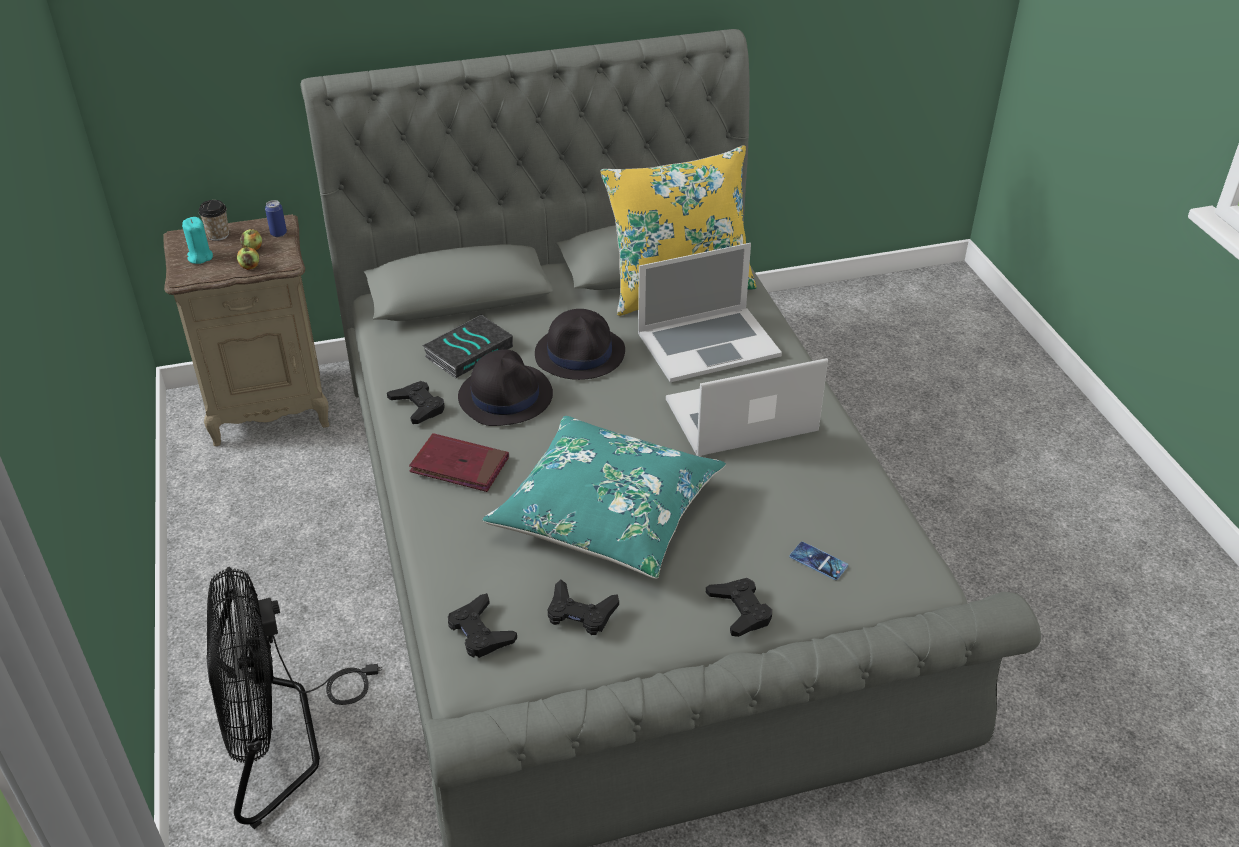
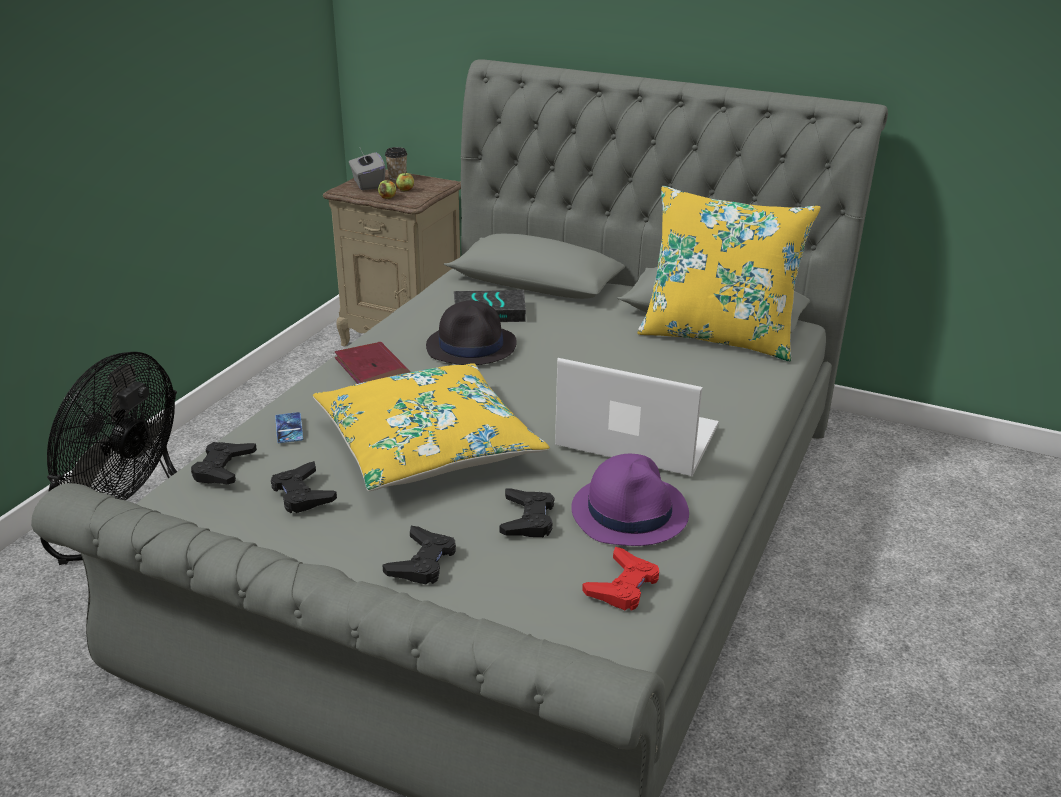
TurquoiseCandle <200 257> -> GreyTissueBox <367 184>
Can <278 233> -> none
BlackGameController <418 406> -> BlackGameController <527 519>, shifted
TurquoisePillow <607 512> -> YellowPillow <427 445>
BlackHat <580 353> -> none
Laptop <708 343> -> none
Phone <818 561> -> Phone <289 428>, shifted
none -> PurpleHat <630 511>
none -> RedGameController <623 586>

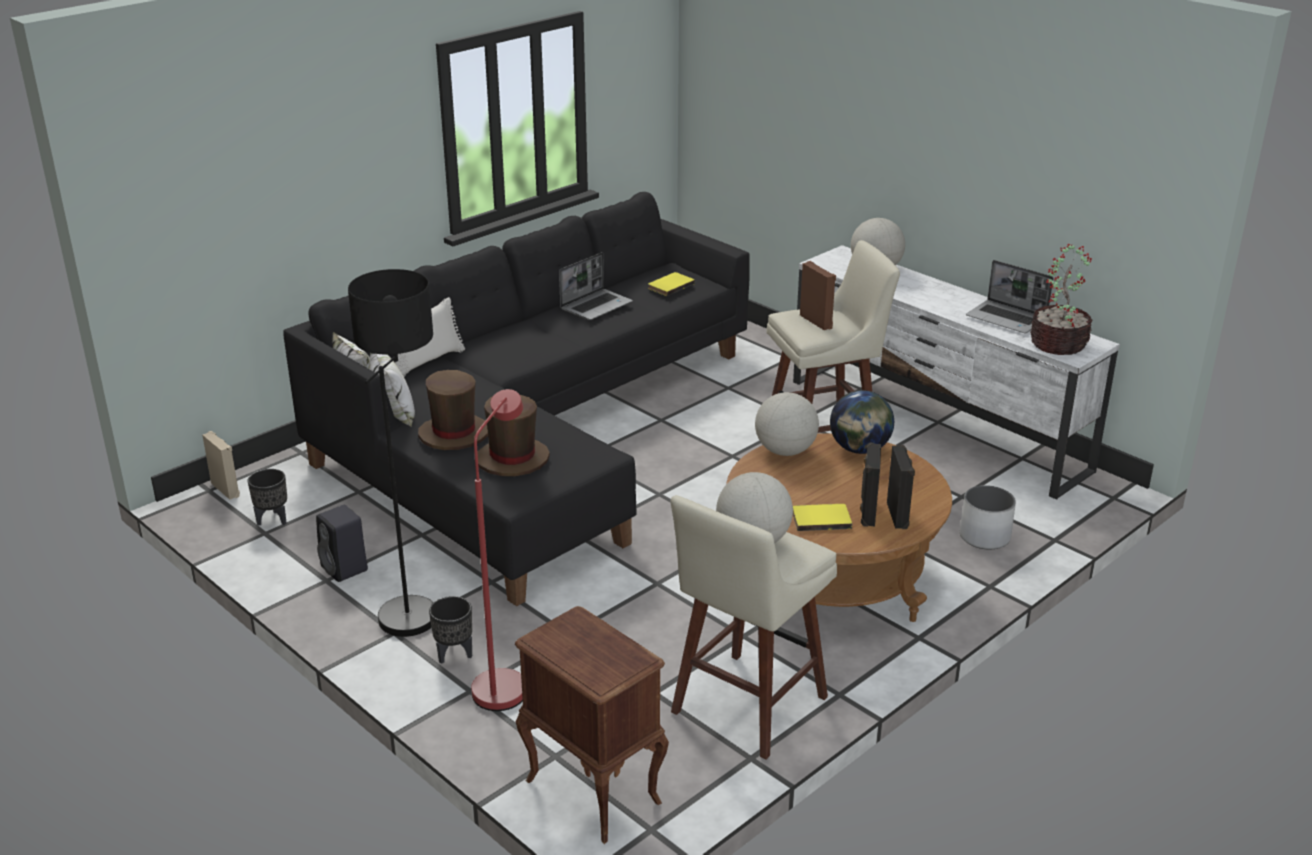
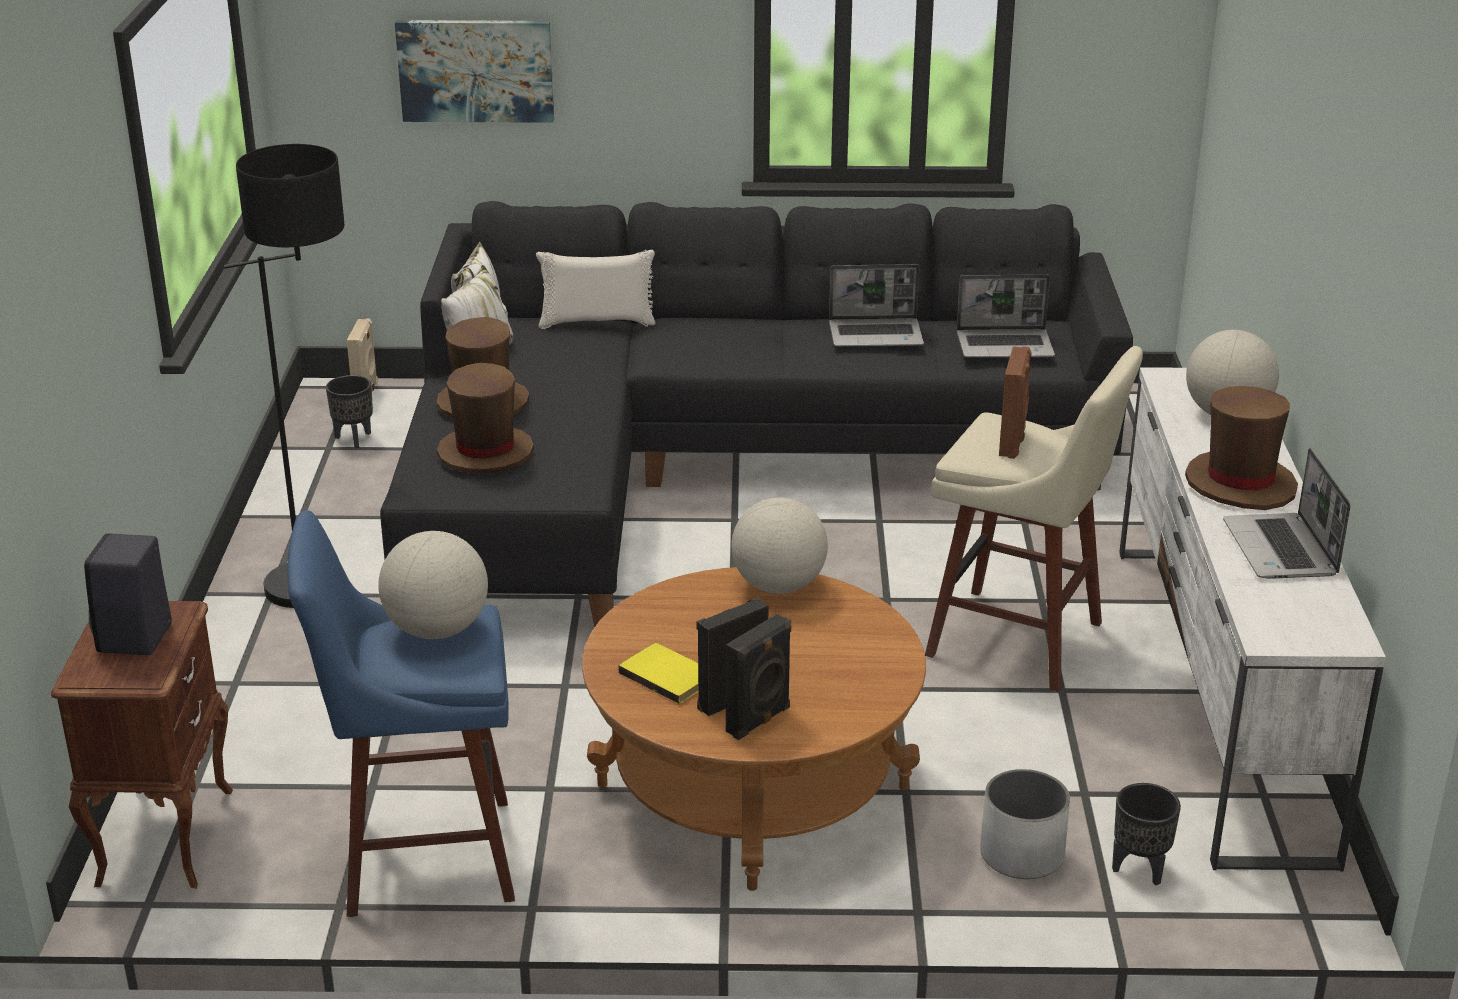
BlackSpeaker <345 569> -> BlackSpeaker <134 639>, shifted
BlackPlanter <455 654> -> BlackPlanter <1140 870>, shifted
RedFloorLamp <505 683> -> none
YellowBook <670 285> -> Laptop <1006 345>
BeigeStool <746 707> -> BlueStool <423 857>
Globe <859 449> -> none
PottedPlant <1058 343> -> none
none -> Picture <476 70>
none -> BrownHat <1240 484>

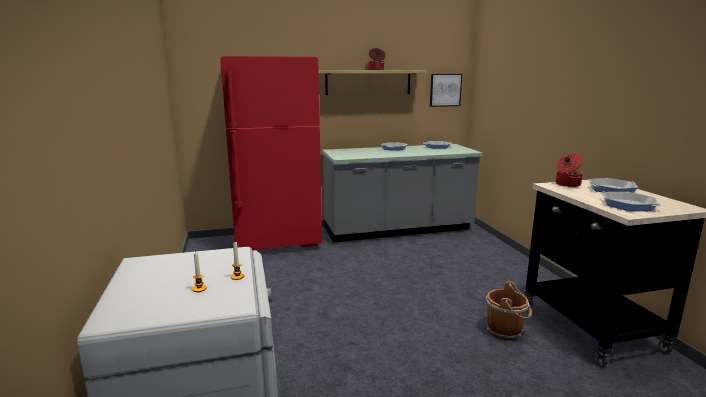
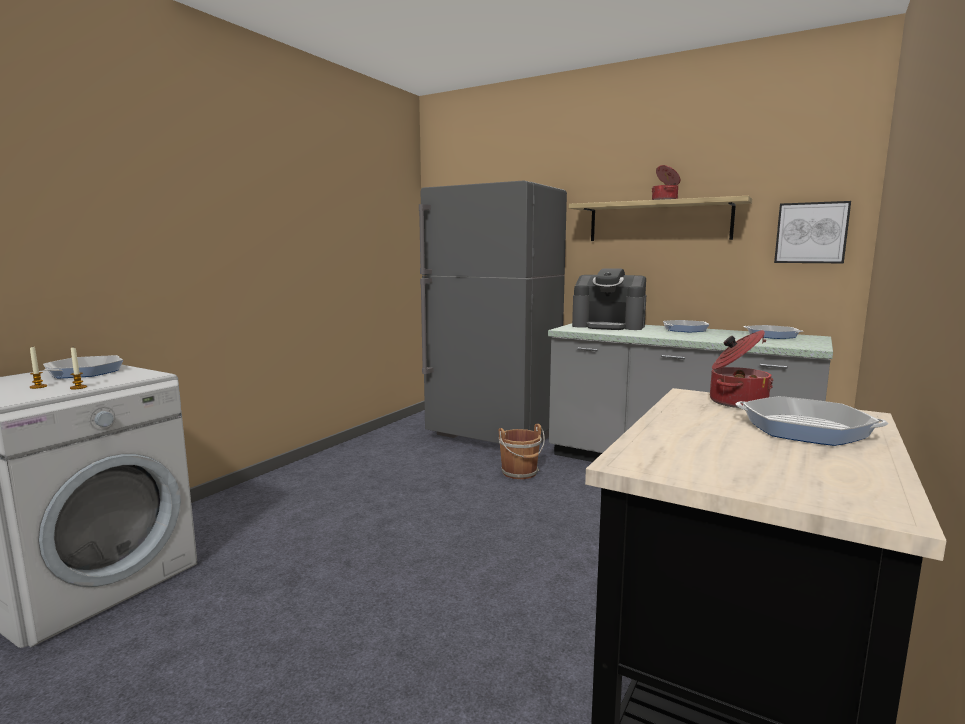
RedFridge <277 242> -> GreyFridge <493 436>
BrownBucket <506 331> -> BrownBucket <520 473>, shifted
FryingPan <628 205> -> FryingPan <85 372>, shifted
none -> CoffeeMachine <609 326>

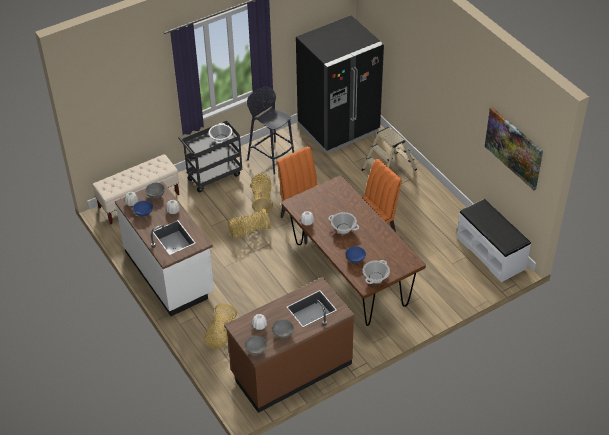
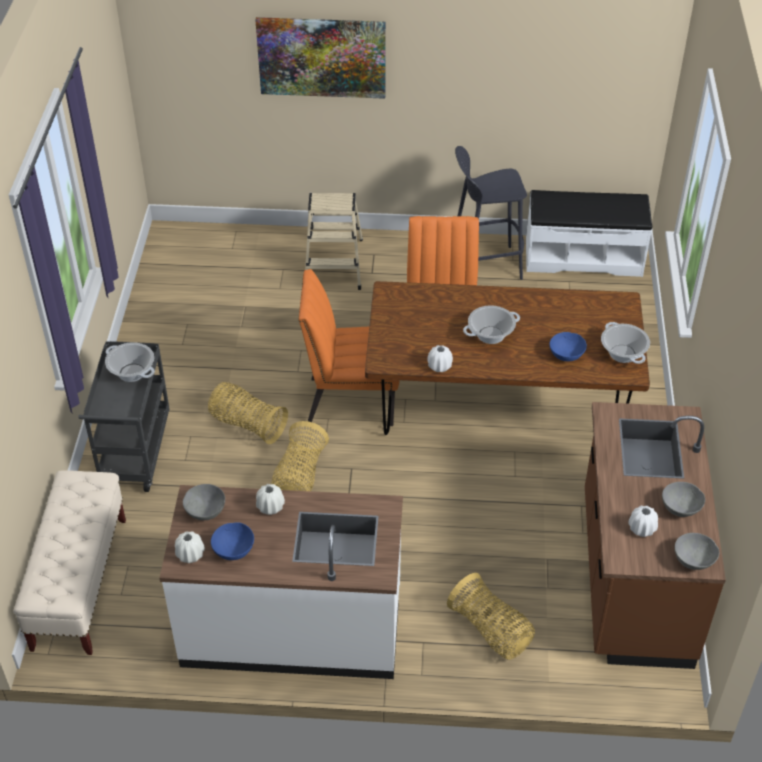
GreyStool <272 158> -> GreyStool <484 266>, shifted
BlackFridge <338 128> -> none
Picture <514 148> -> Picture <322 57>, shifted

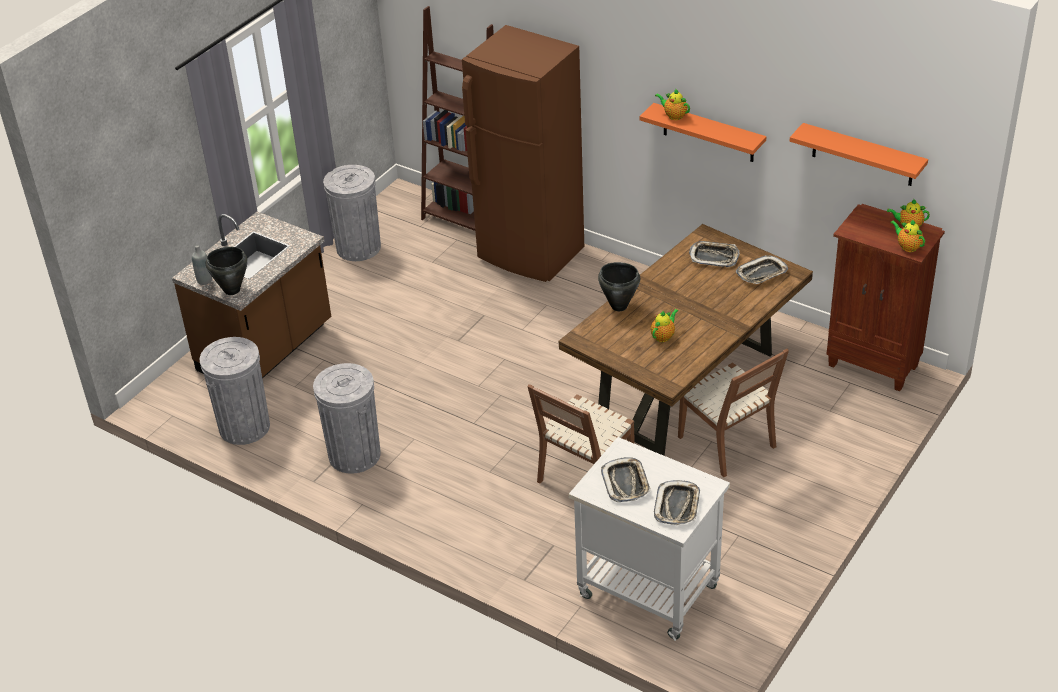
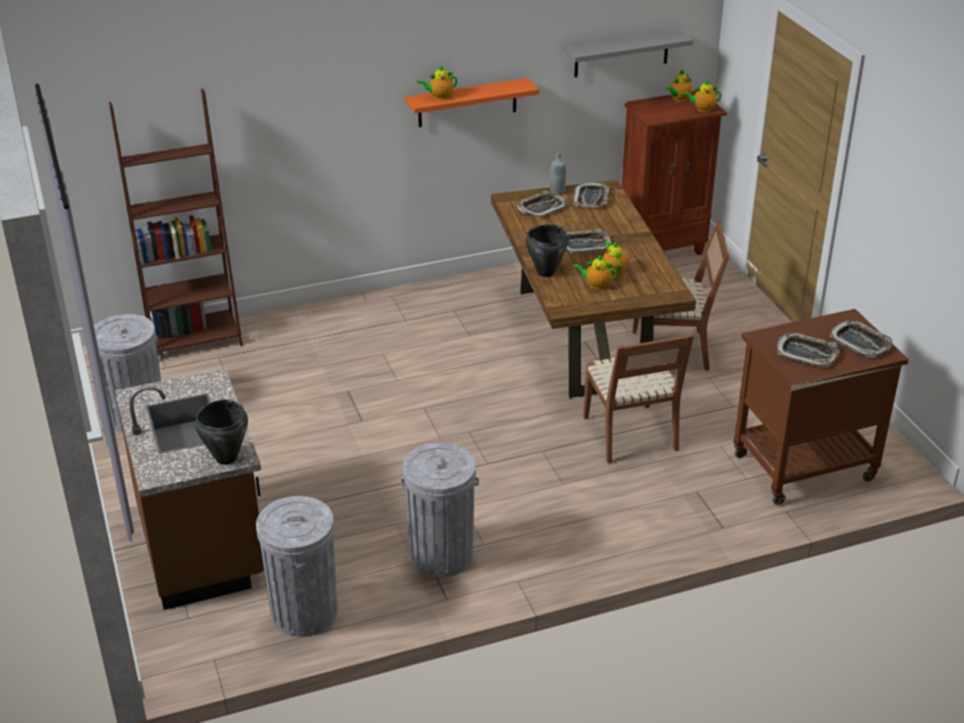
GreyBottle <204 280> -> GreyBottle <557 191>, shifted
BrownFridge <530 254> -> none
WhiteCart <647 591> -> BrownCart <802 468>
OrangeShelf <862 155> -> GreyShelf <621 54>
none -> Tray <585 244>
none -> Teapot <596 285>

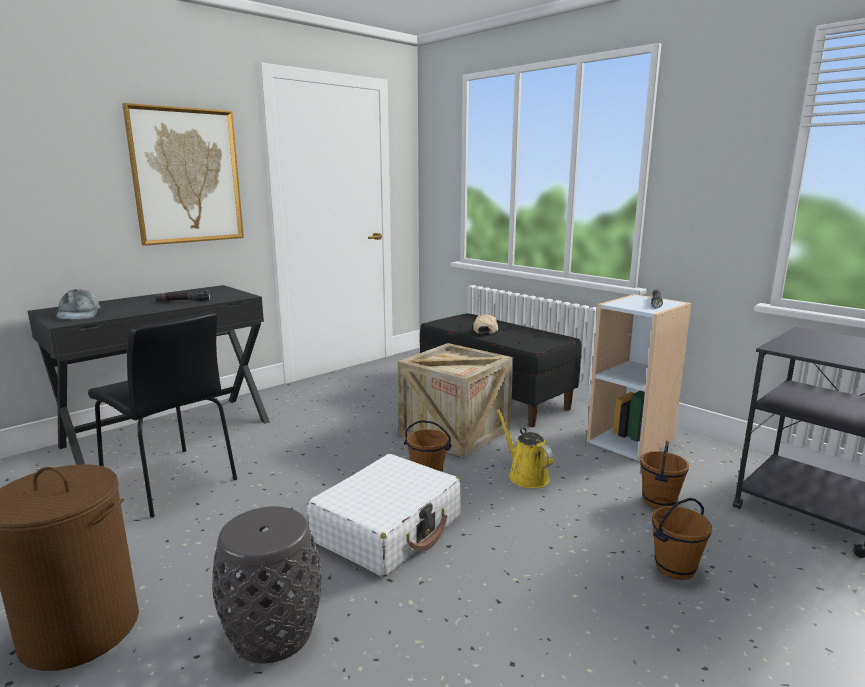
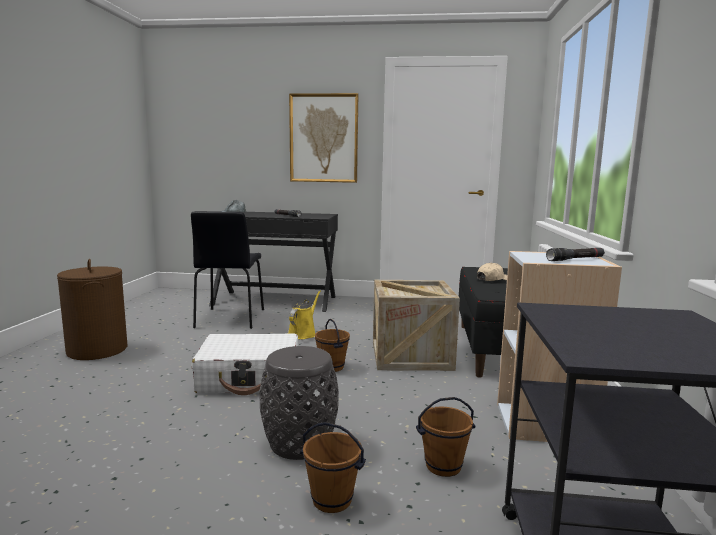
GreyStool <272 634> -> GreyStool <299 443>, shifted
YellowWateringCan <525 476> -> YellowWateringCan <303 333>, shifted

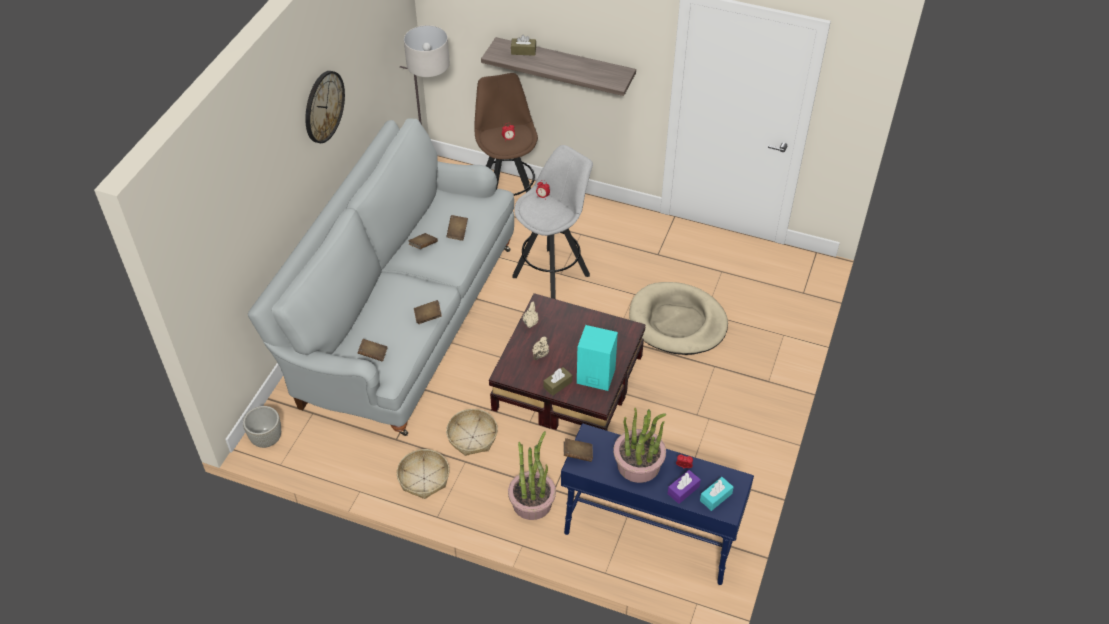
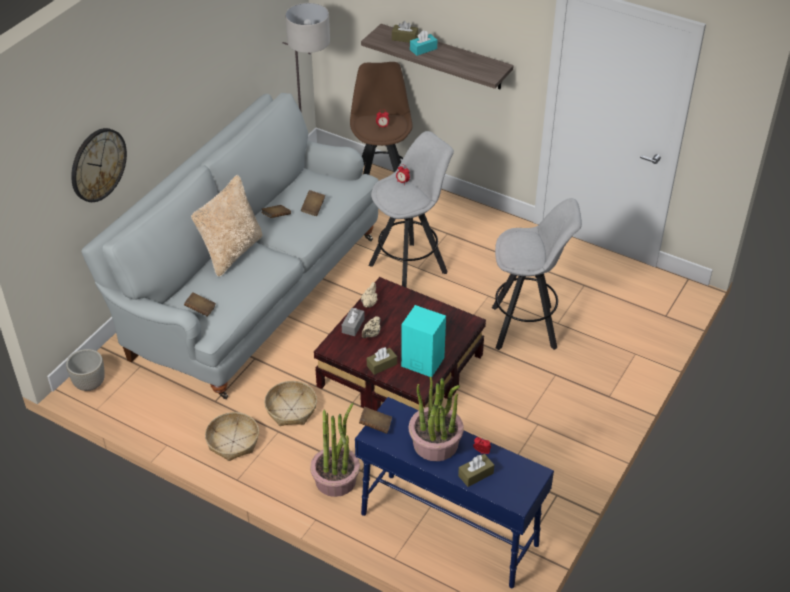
WallClock <323 106> -> WallClock <98 164>, shifted
BrownBook <428 316> -> none
BeigeDogBed <677 322> -> GreyStool <526 327>
PurpleTissueBox <683 490> -> BrownTissueBox <475 474>
TurquoiseTissueBox <716 497> -> TurquoiseTissueBox <423 49>, shifted
none -> BeigePillow <233 253>
none -> GreyTissueBox <353 326>

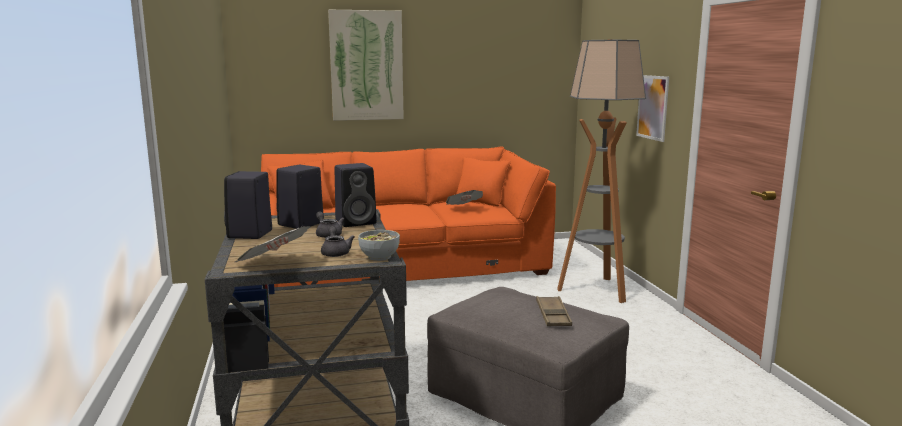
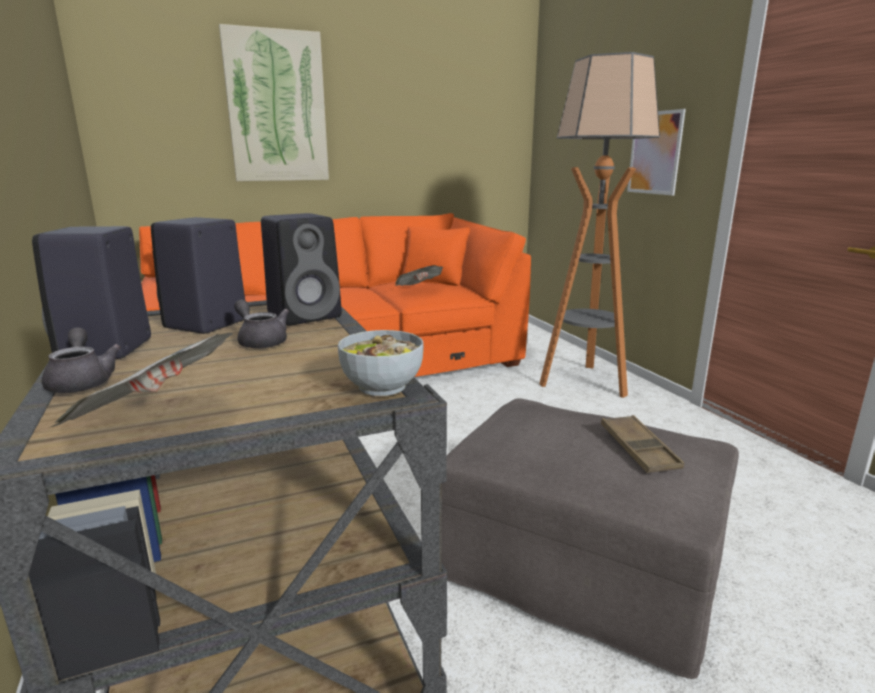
GreyTeapot <335 252> -> GreyTeapot <82 381>, shifted

